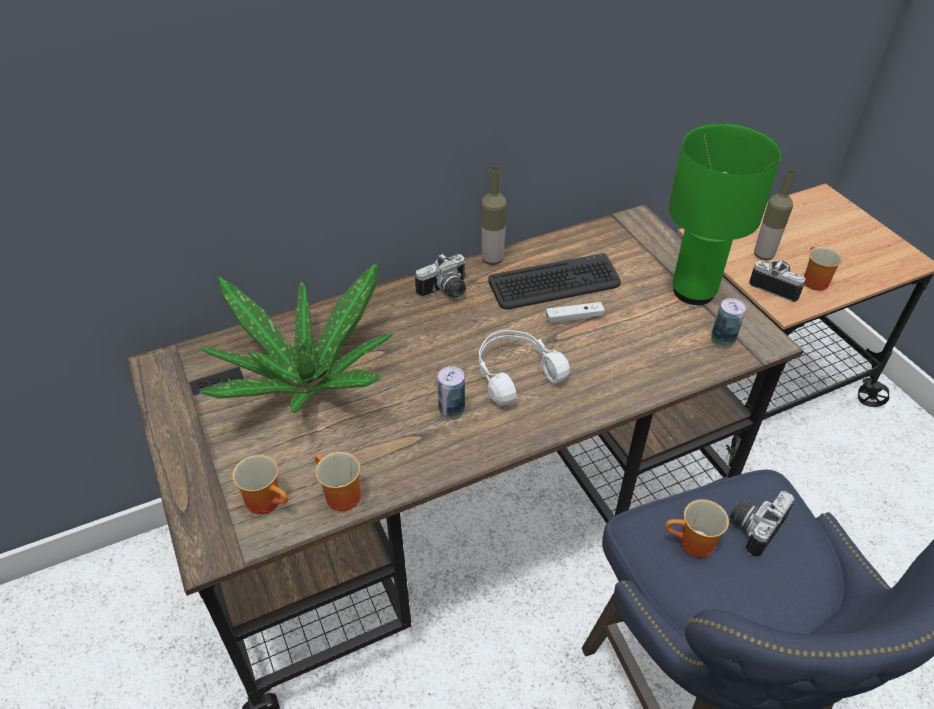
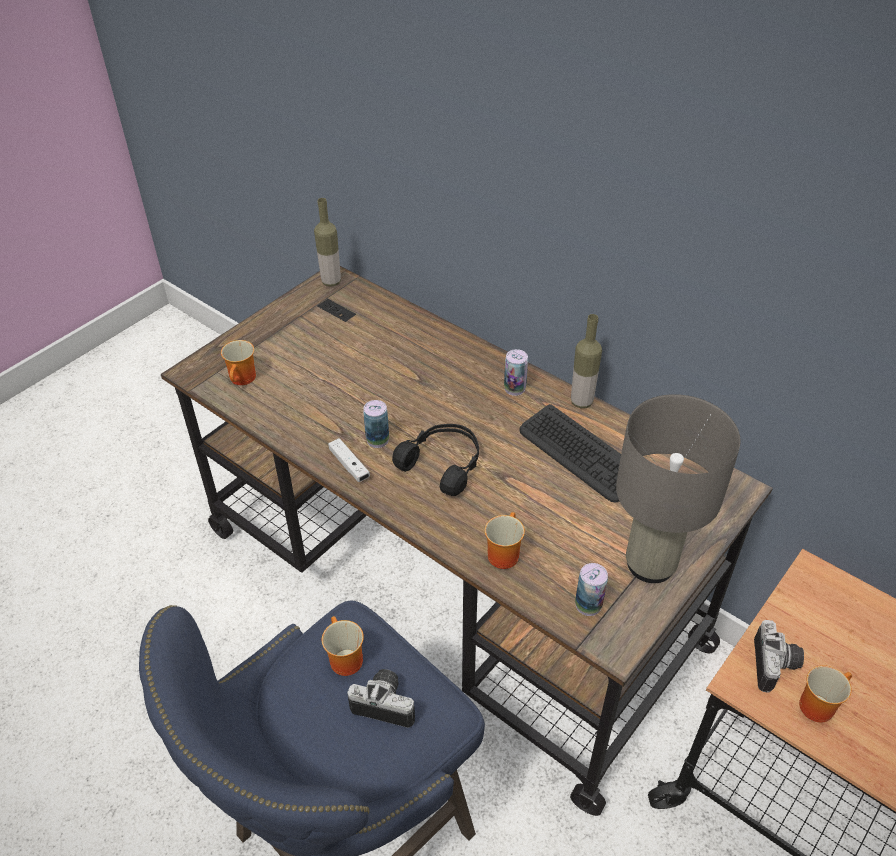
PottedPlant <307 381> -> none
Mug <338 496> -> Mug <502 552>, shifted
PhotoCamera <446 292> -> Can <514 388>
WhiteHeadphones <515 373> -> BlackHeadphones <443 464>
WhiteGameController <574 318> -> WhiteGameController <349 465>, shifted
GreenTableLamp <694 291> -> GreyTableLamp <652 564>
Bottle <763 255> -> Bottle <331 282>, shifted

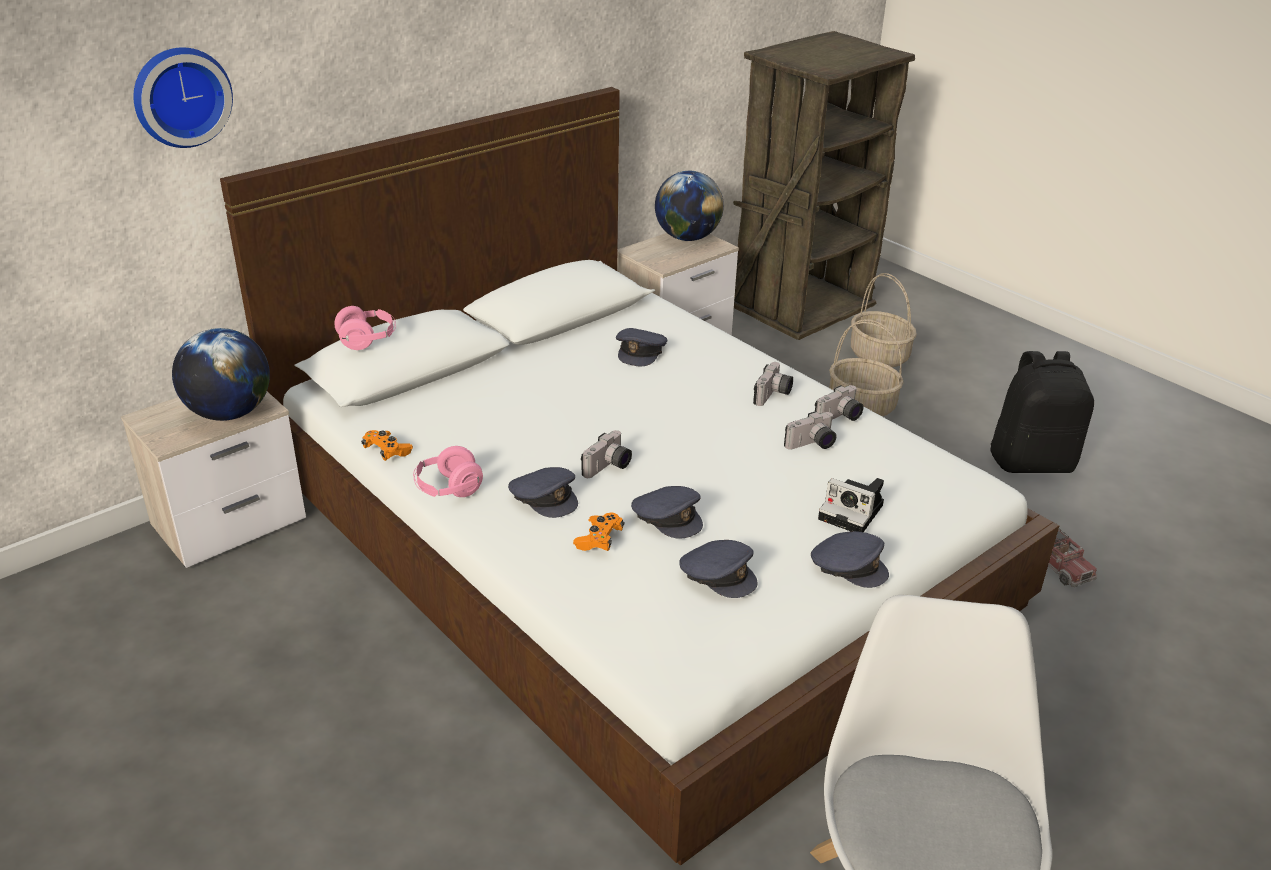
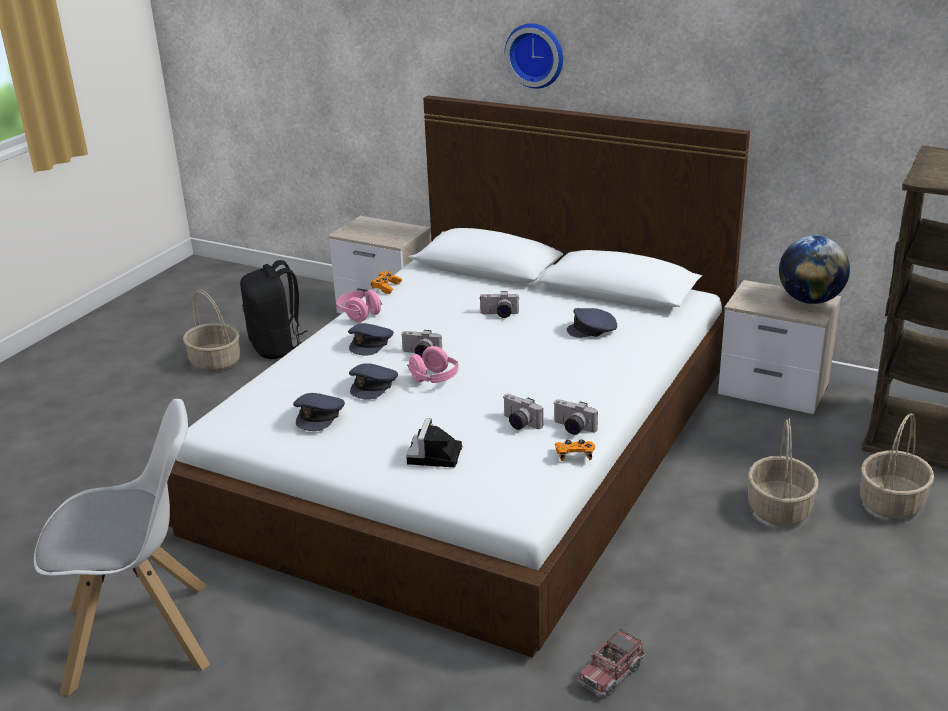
WallClock <180 96> -> WallClock <536 54>, shifted
Globe <229 413> -> none
PinkHeadphones <367 340> -> PinkHeadphones <434 379>, shifted
OrangeGameController <599 539> -> OrangeGameController <574 456>, shifted
PhotoCamera <773 395> -> PhotoCamera <499 315>, shifted
GreyCap <848 566> -> none
BlackBackpack <1031 462> -> BlackBackpack <277 347>, shifted
none -> Basket <216 362>

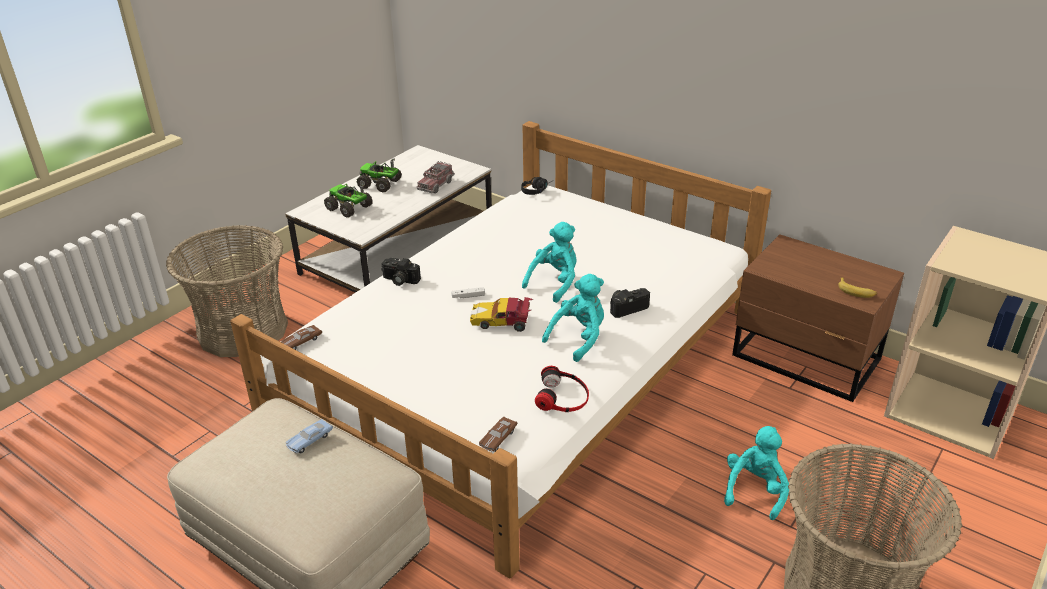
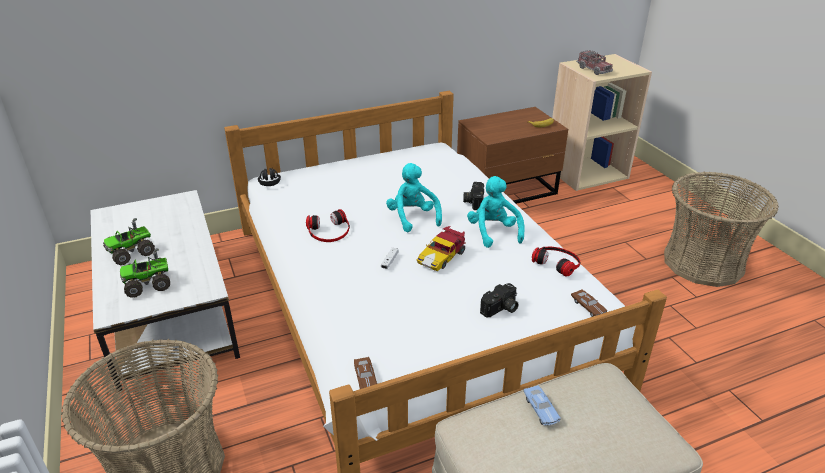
PhotoCamera <399 280> -> PhotoCamera <501 309>, shifted
ToyTruck <435 185> -> ToyTruck <593 69>, shifted
TurquoisePlushToy <755 490> -> none
none -> Headphones <329 231>

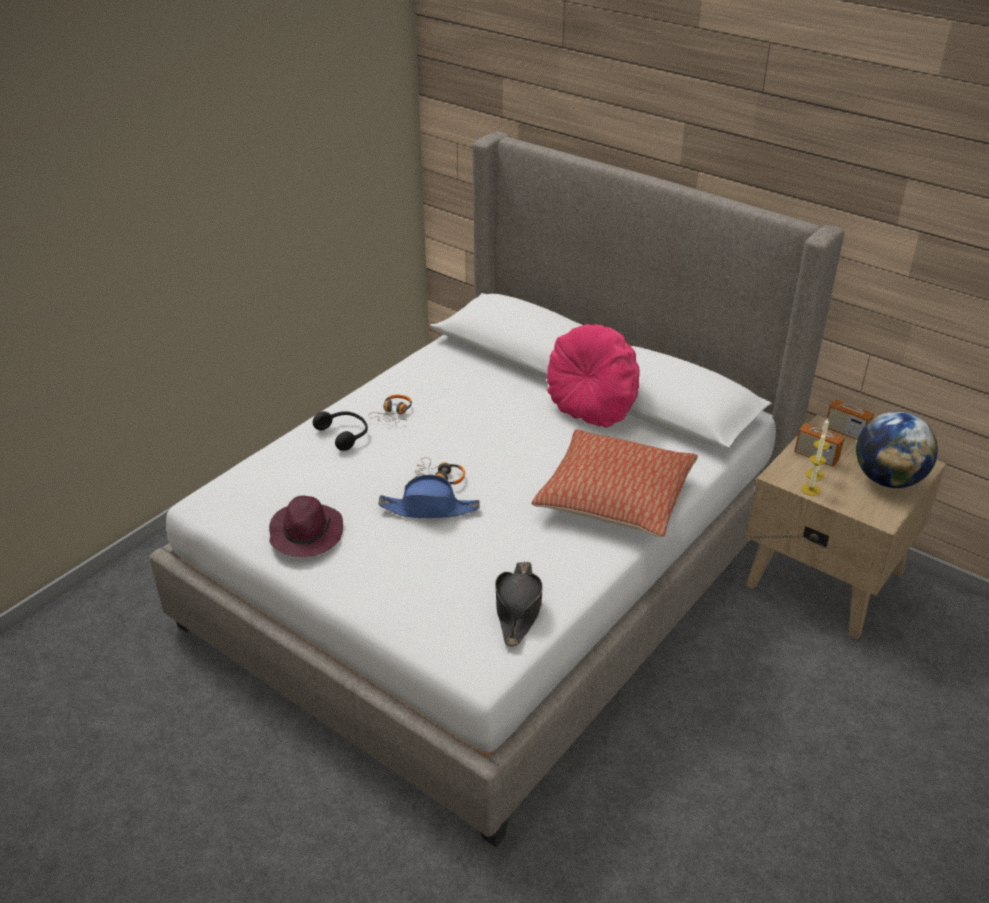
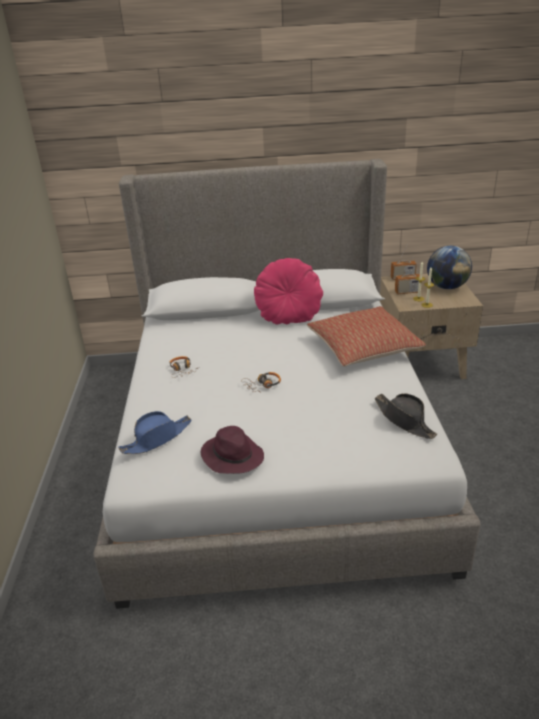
BlackHeadphones <344 434> -> none
BlueHat <430 508> -> BlueHat <157 438>, shifted

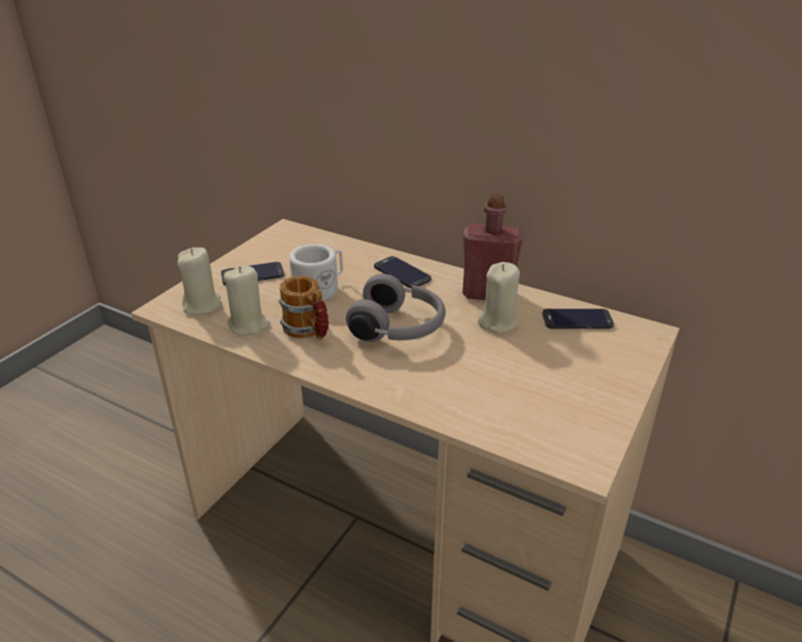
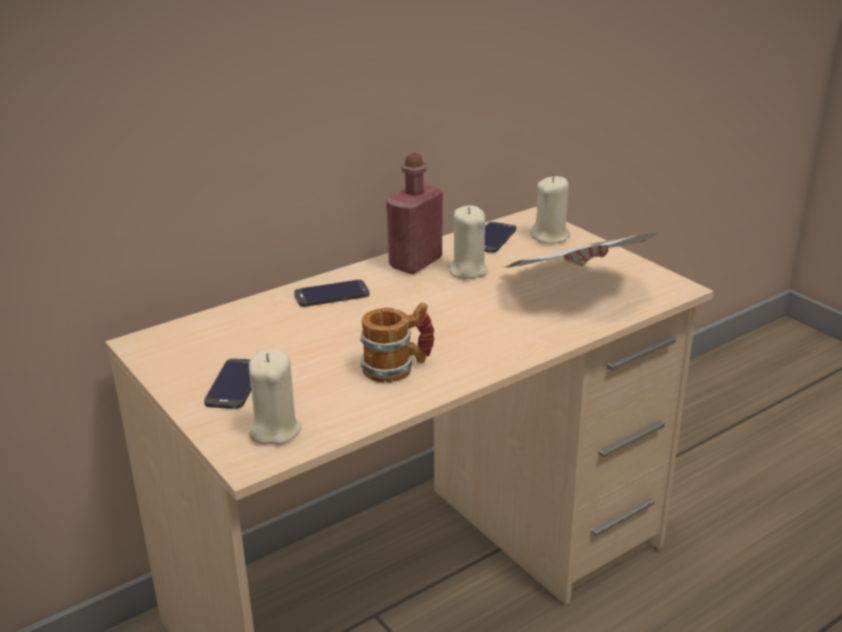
BeigeCandle <249 325> -> BeigeCandle <550 236>, shifted
WhiteMug <320 288> -> none
GreyHeadphones <399 328> -> none
none -> Newspaper <574 288>

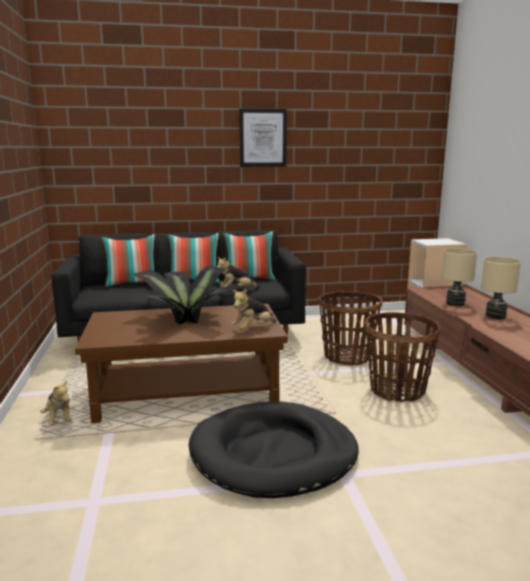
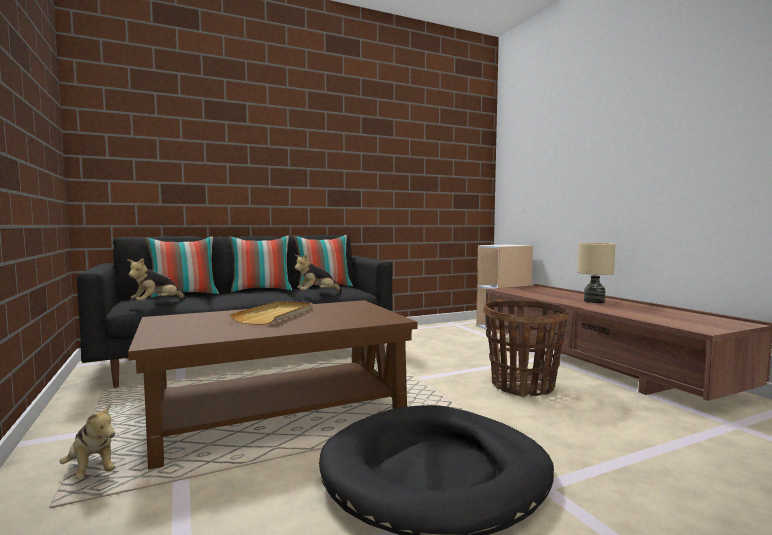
PottedPlant <185 319> -> BeigeTray <276 315>
PlushToy <253 328> -> PlushToy <157 303>, shifted
Picture <263 138> -> none
Basket <347 357> -> none
BeigeTableLamp <455 303> -> none

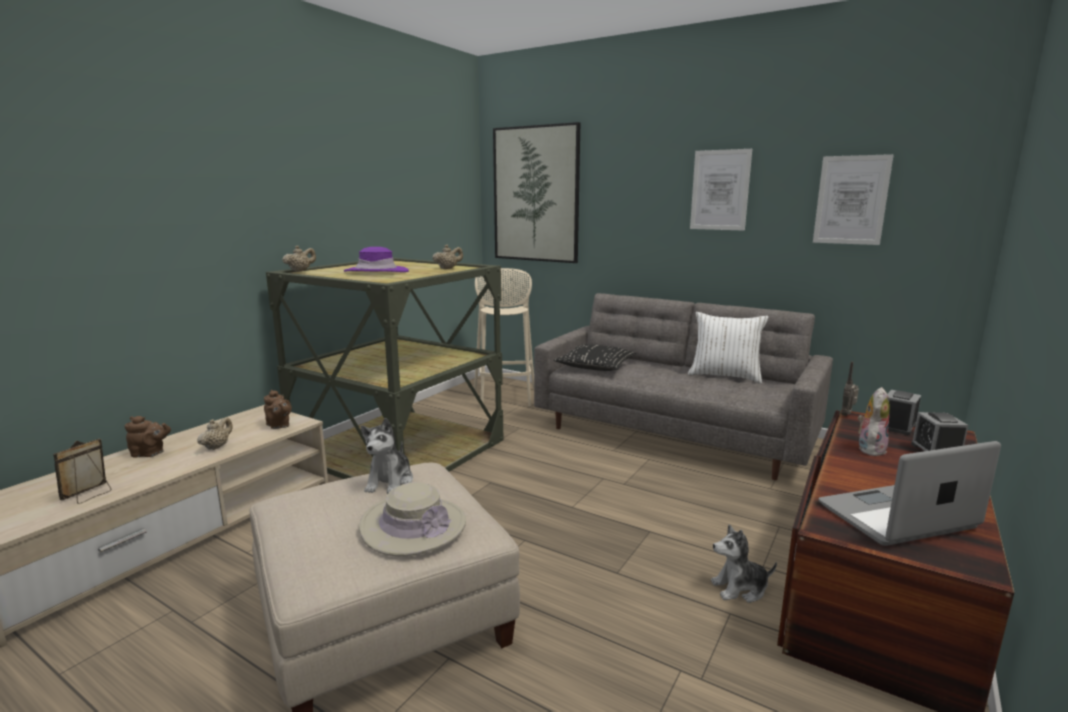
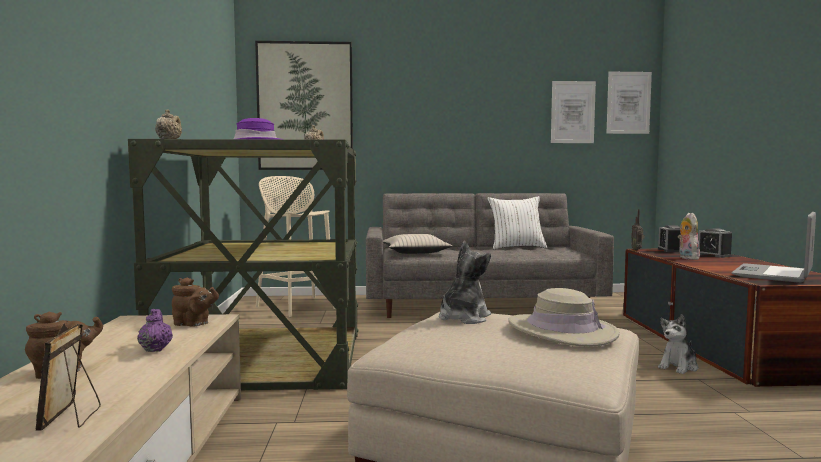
BeigeTeapot <217 447> -> PurpleTeapot <156 349>
PlushToy <390 482> -> PlushToy <463 318>, 120 degrees counterclockwise
BlackPillow <595 366> -> BeigePillow <415 252>
Picture <720 190> -> Picture <628 103>, shifted

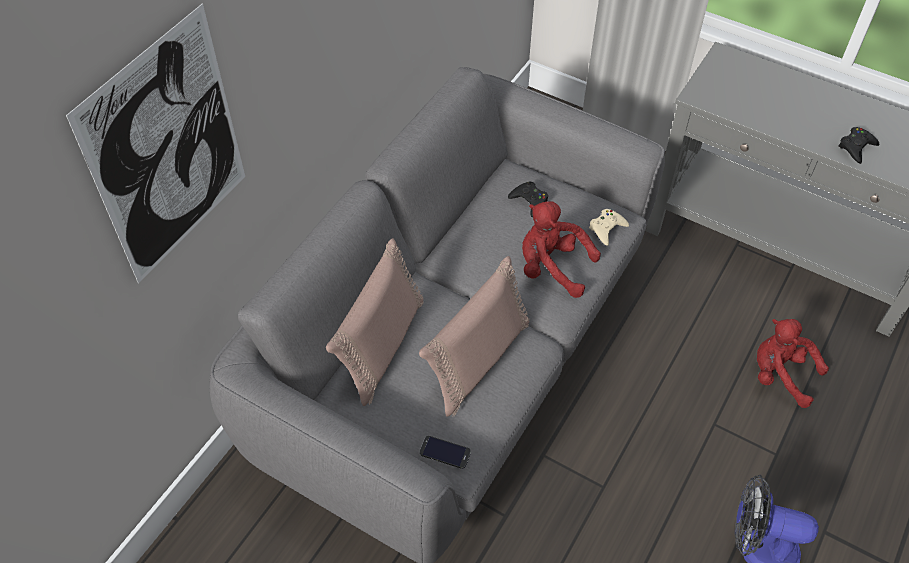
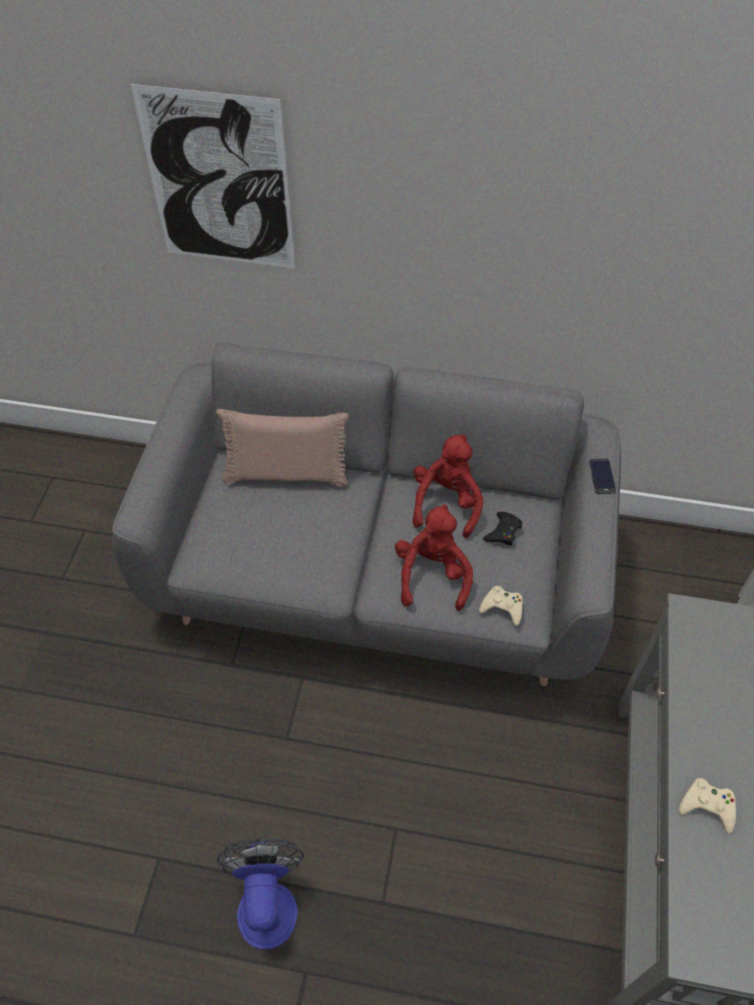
BeigePillow <477 360> -> none
Phone <445 452> -> Phone <602 476>, shifted
RedPlushToy <780 375> -> RedPlushToy <446 503>, shifted
BlackGameController <856 147> -> BeigeGameController <707 806>

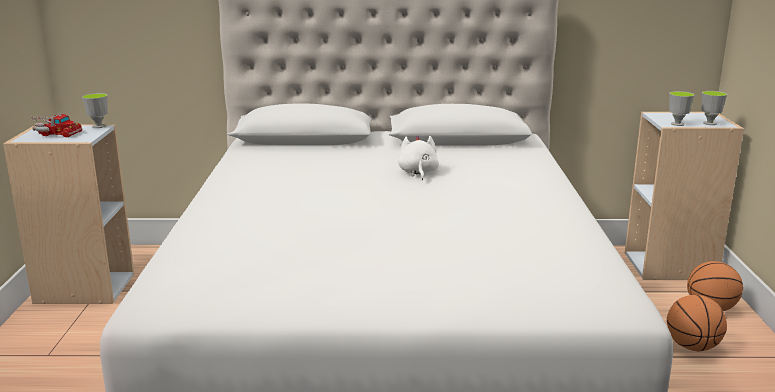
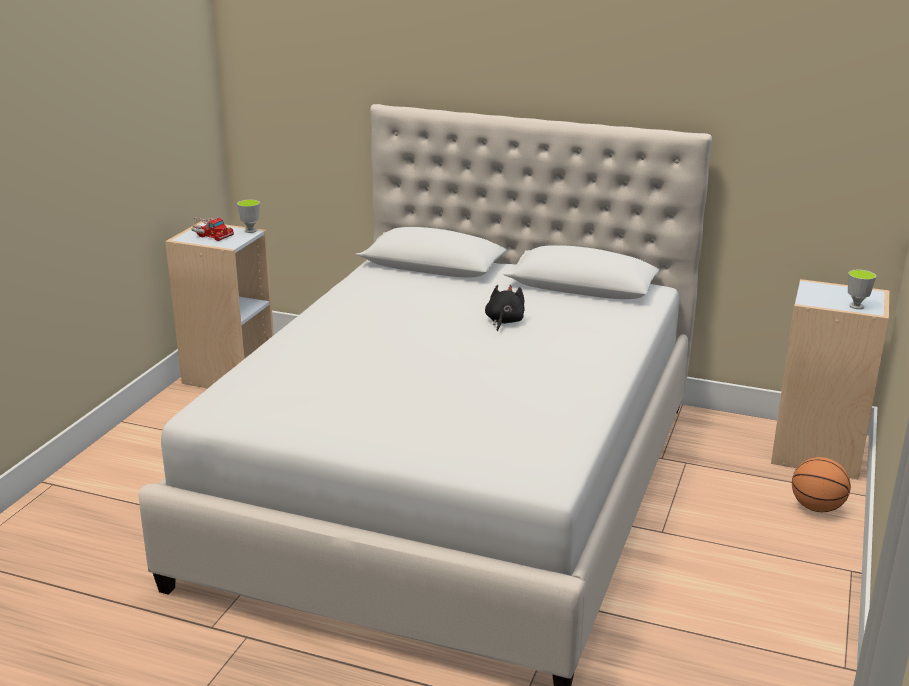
WhitePlushToy <418 173> -> BlackPlushToy <504 321>
Basketball <692 347> -> none
Cup <677 124> -> none

